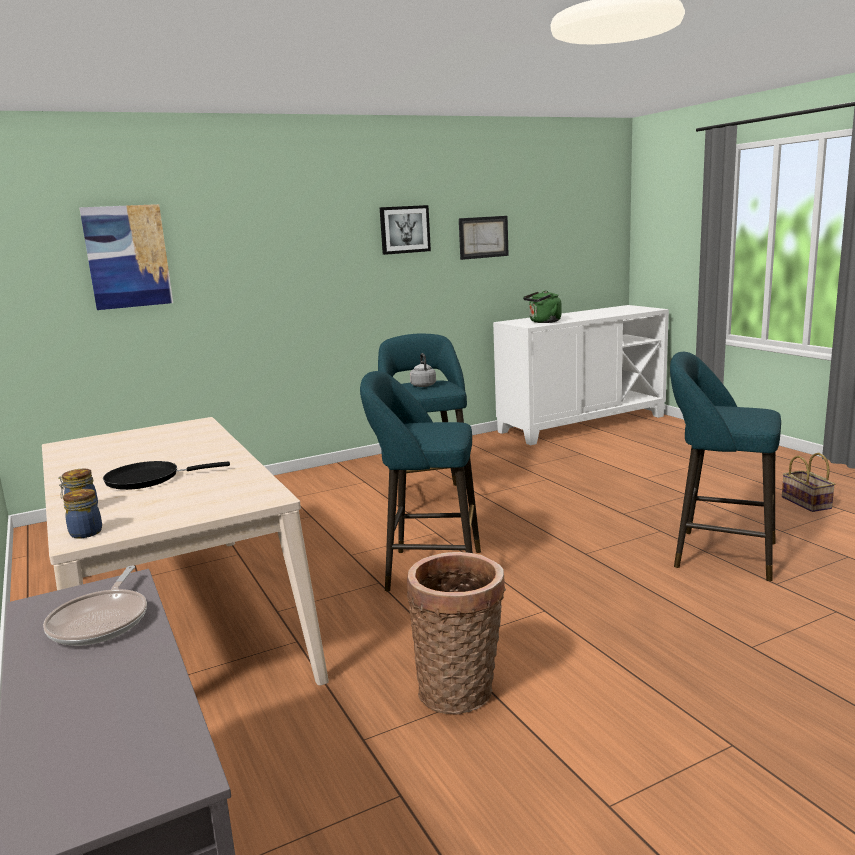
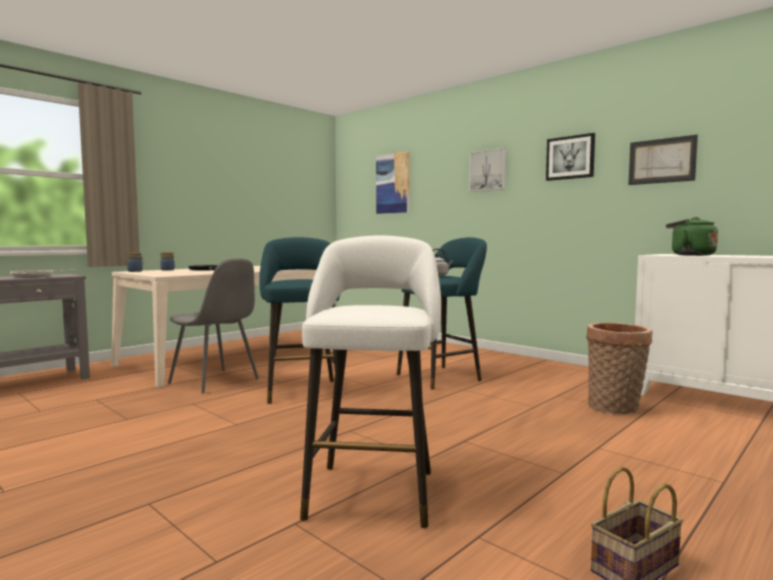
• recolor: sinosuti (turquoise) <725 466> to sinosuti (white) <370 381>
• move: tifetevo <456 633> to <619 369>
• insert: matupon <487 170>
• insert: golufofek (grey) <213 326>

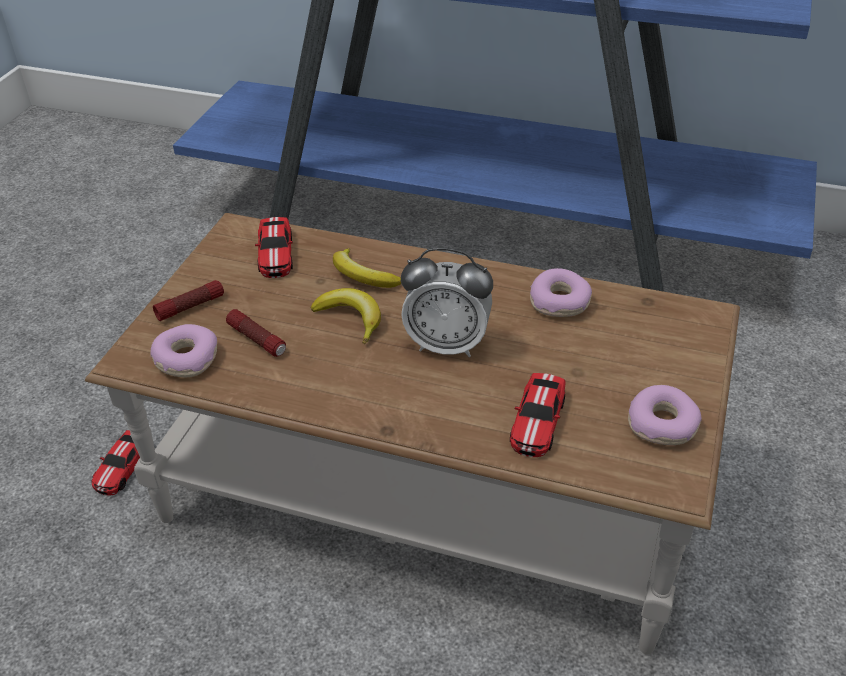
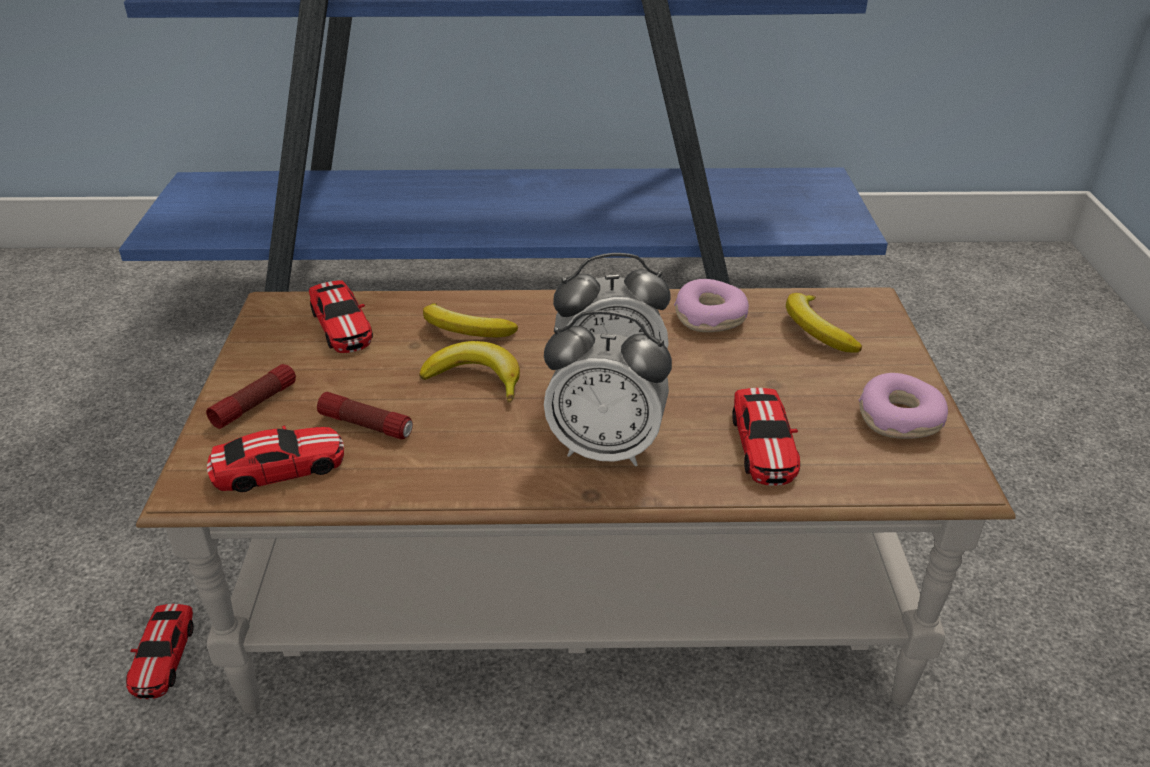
• replace: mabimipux <183 351> to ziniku <275 458>
• insert: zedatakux <824 323>
• insert: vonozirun <608 388>

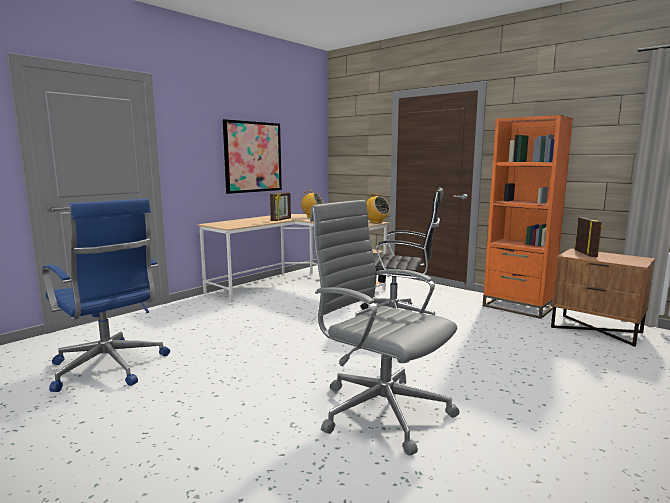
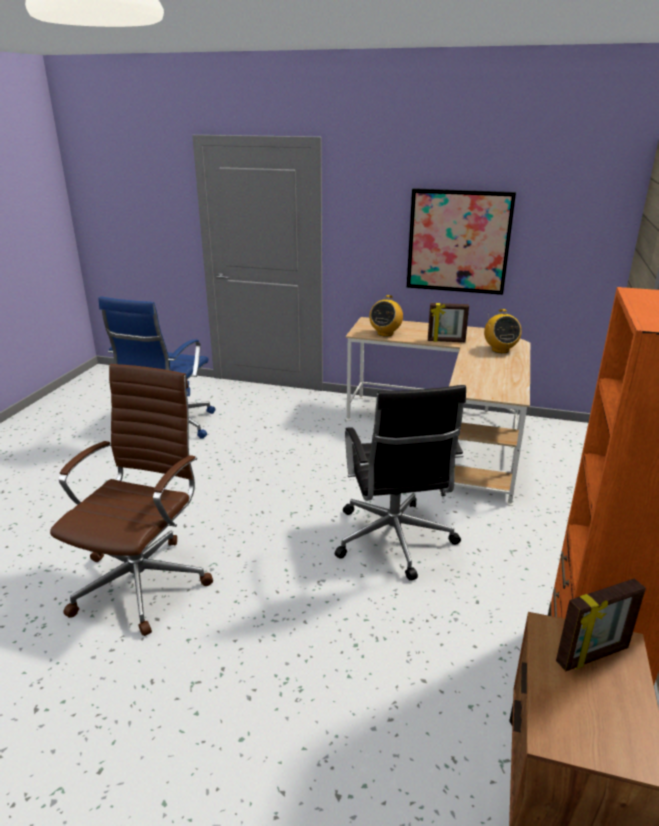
• move: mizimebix <378 208> to <386 315>
• recolor: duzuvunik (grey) <384 327> to duzuvunik (brown) <131 500>

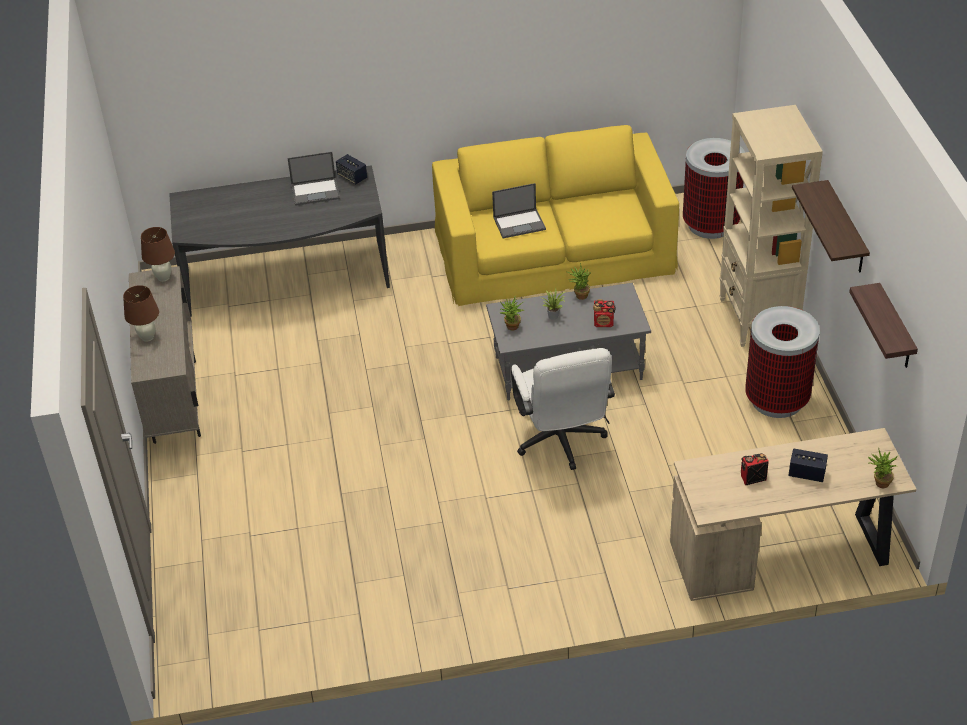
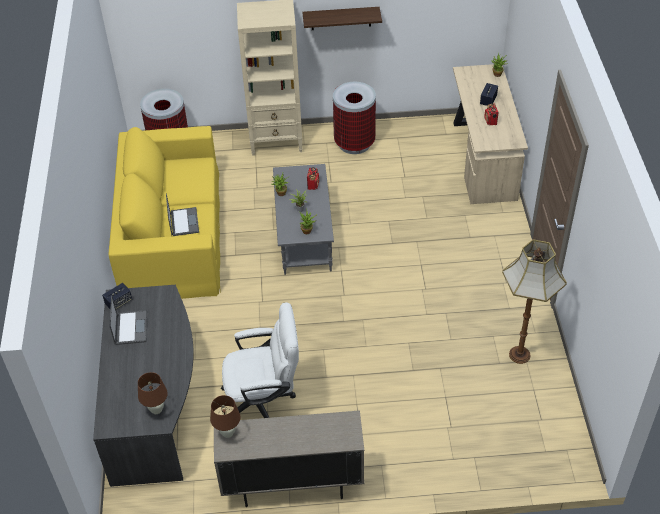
• delete: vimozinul <883 325>
• move: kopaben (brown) <141 313> to <153 393>
• move: duzuvunik (white) <563 409> to <260 360>
• insert: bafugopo <534 302>

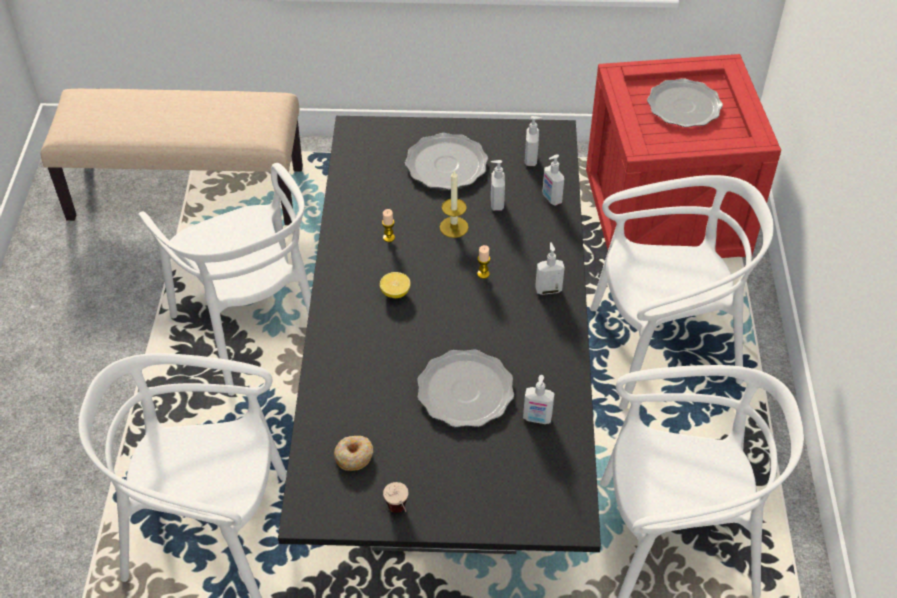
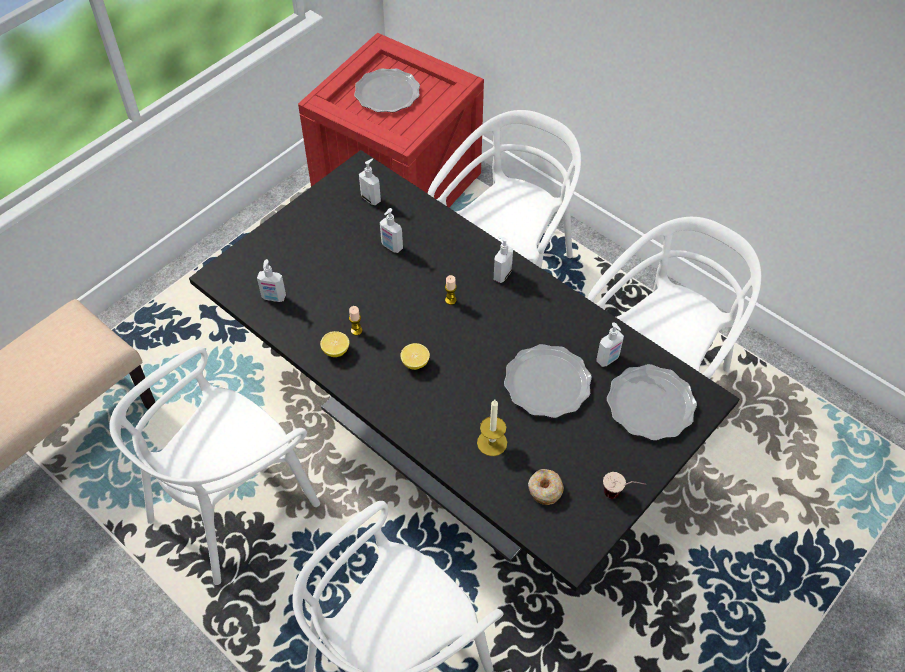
• move: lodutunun <446 161> to <652 402>
• move: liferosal <553 179> to <271 280>
• rotate: golufofek (white) <224 279> = <214 466> 120 degrees clockwise
• move: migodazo <454 204> to <492 427>
• insert: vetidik <335 344>

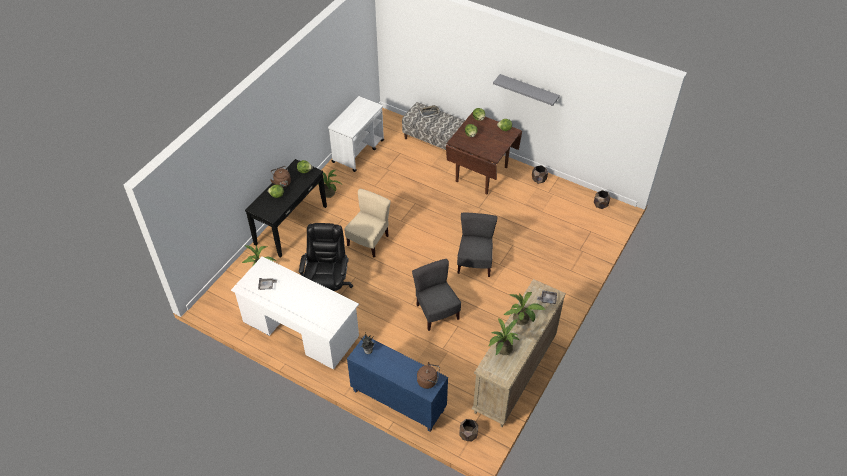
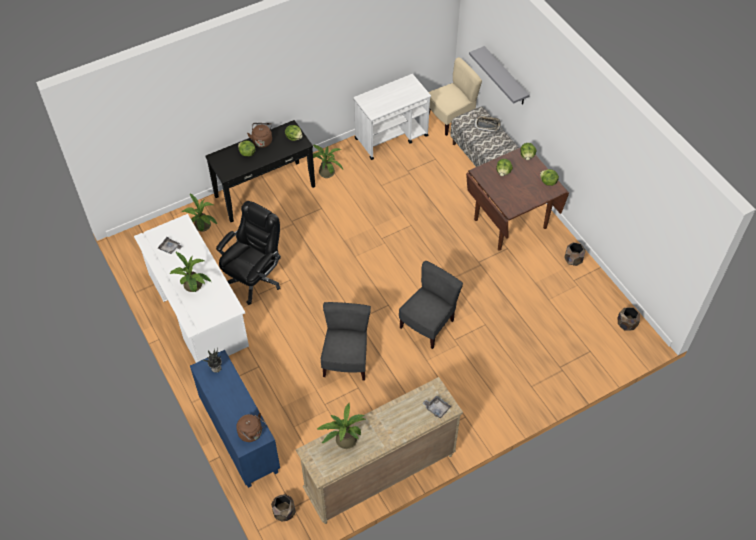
• move: vimozinul (grey) <526 90> to <499 75>
• move: golufofek (beige) <367 223> to <455 96>
• move: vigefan <524 308> to <190 272>

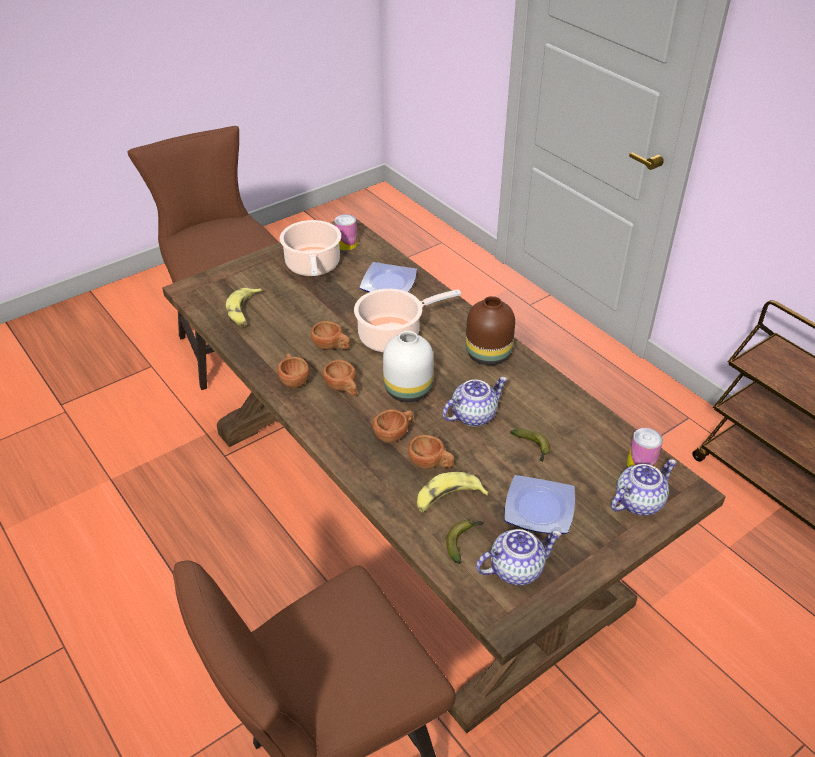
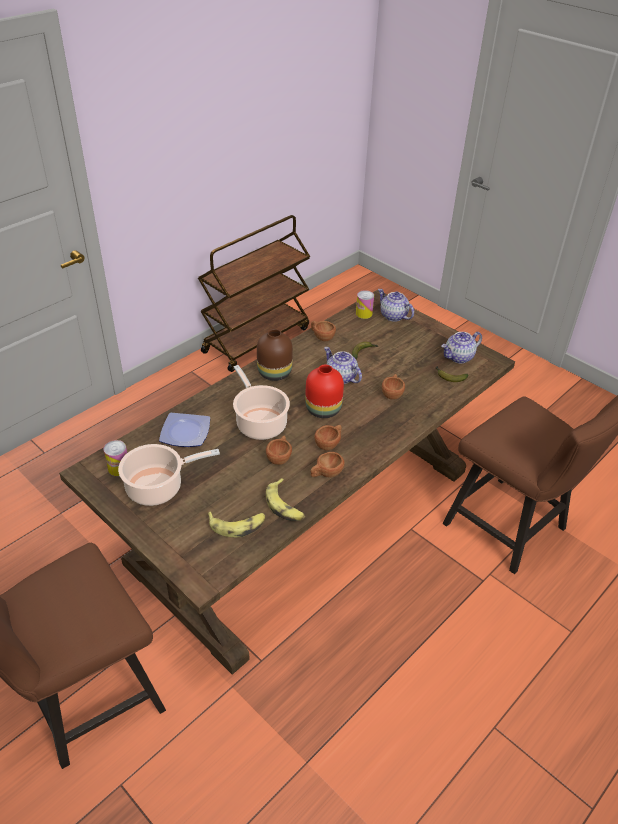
• recolor: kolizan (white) <408 366> to kolizan (red) <324 391>
• move: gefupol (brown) <393 426> to <323 331>
• move: zedatakux <453 492> to <285 499>
• delete: lodutunun <540 504>
• rotate: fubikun <519 557> = <462 347> 90 degrees counterclockwise

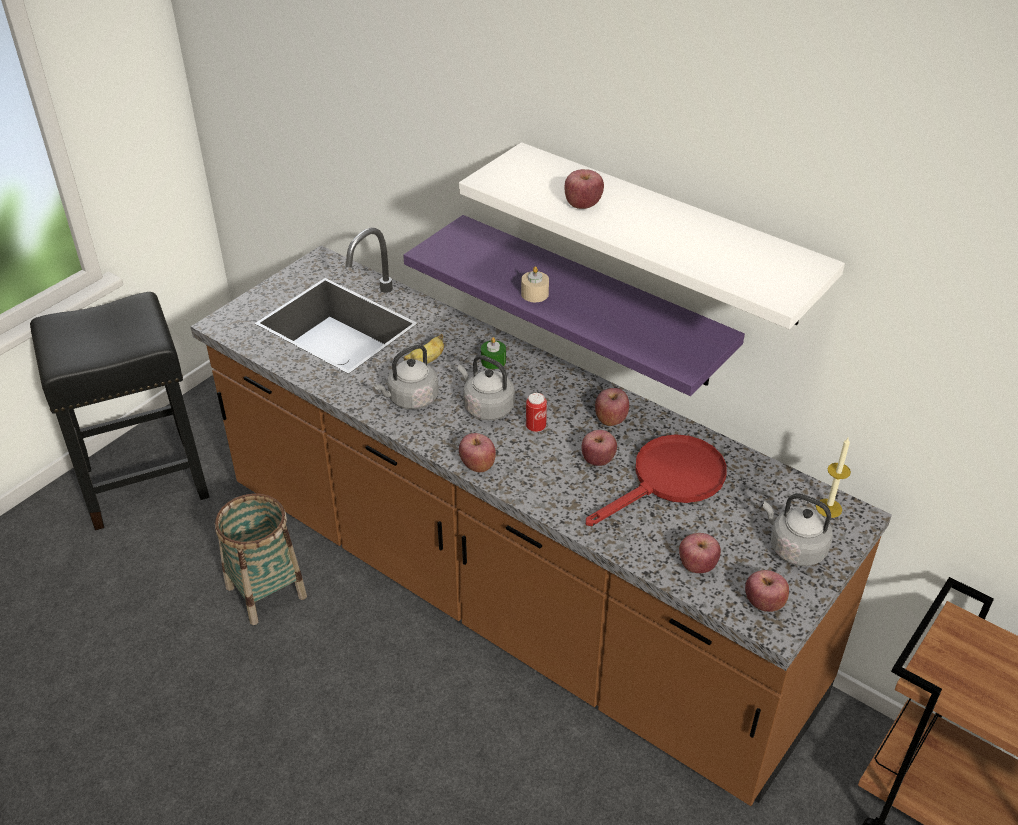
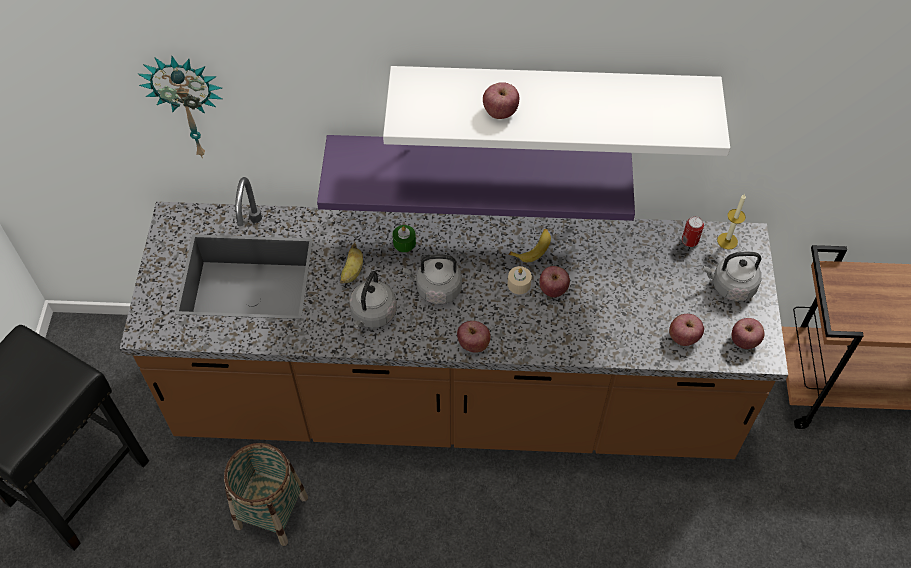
• move: migodazo (beige) <535 284> to <520 280>
• replace: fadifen <612 407> to zedatakux <529 245>
• move: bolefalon <536 412> to <693 231>
• delete: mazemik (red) <656 480>
• insert: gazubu <180 107>

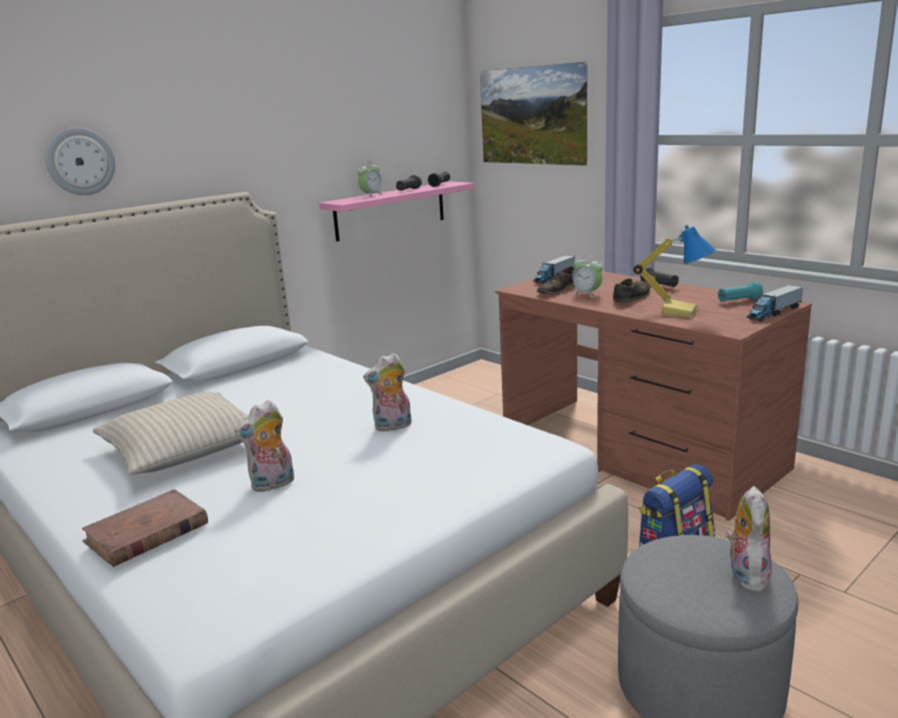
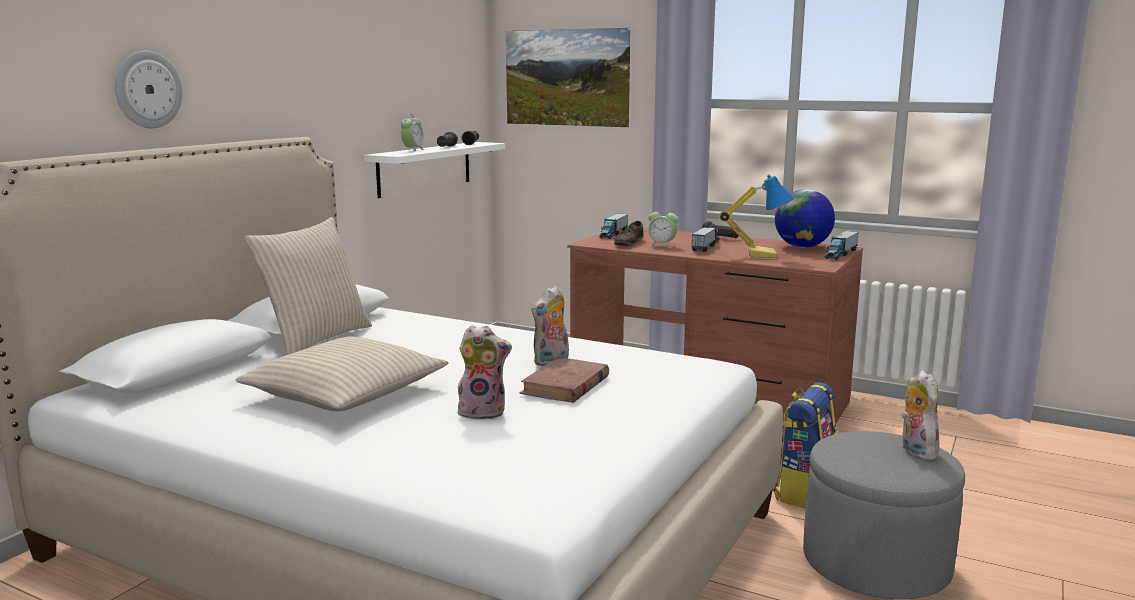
• recolor: vimozinul (pink) <396 211> to vimozinul (white) <434 170>
• replace: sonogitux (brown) <631 290> to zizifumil <706 238>
• replace: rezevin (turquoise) <740 291> to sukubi <805 218>
• rotate: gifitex <264 446> = <485 372> 120 degrees counterclockwise
• move: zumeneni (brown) <145 528> to <564 380>
• insert: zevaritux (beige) <308 286>

